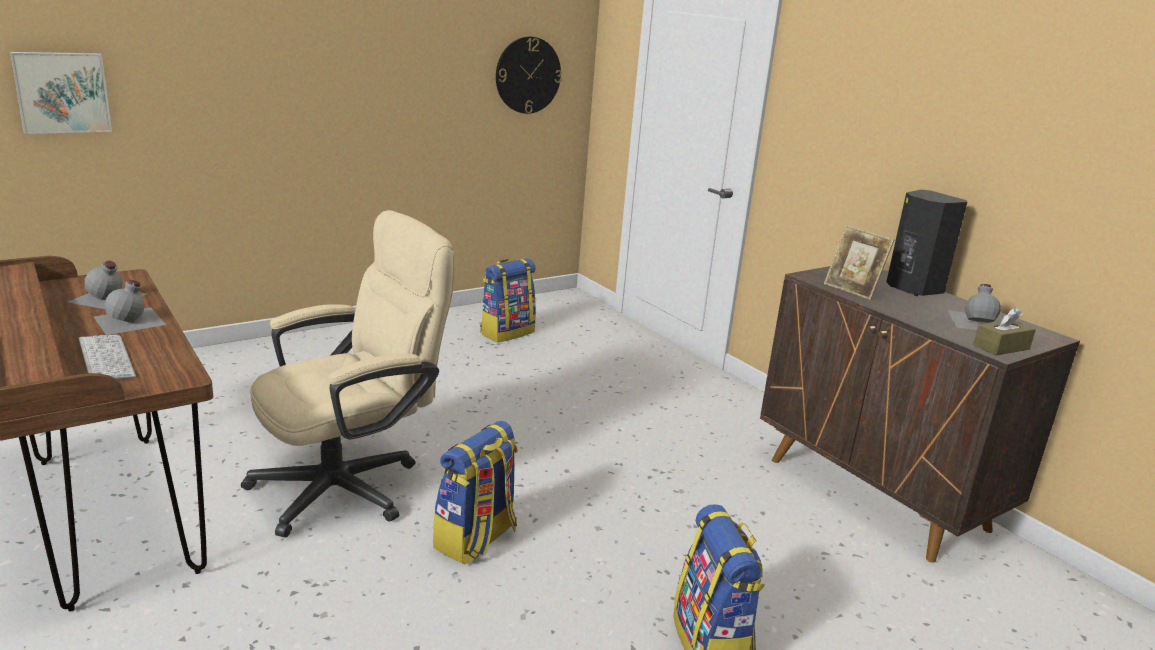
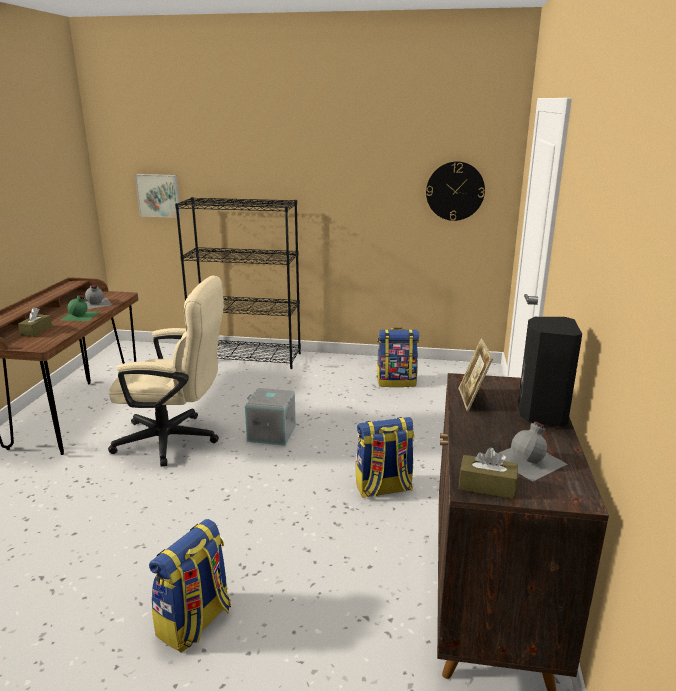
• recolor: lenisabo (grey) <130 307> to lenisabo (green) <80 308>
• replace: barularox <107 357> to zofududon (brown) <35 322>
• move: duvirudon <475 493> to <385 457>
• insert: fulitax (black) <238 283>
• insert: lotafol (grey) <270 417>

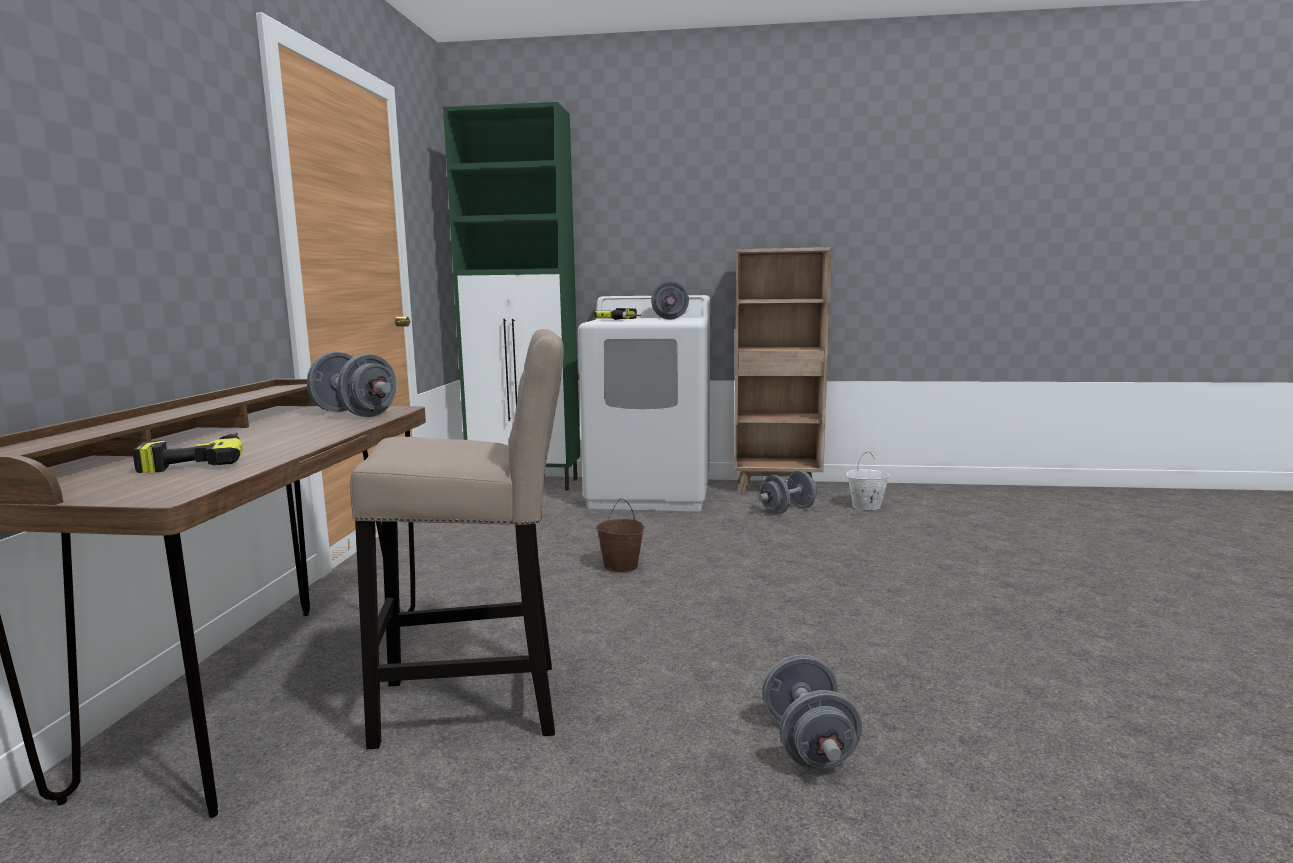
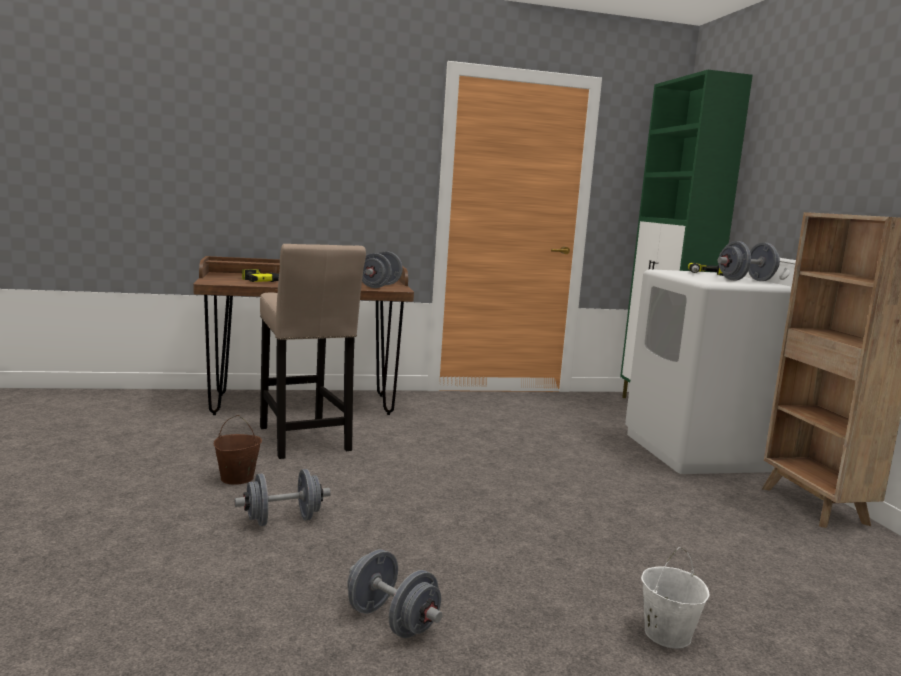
• move: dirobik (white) <868 480> to <675 598>
• move: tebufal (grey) <788 492> to <395 593>
• move: dirobik (brown) <620 535> to <238 450>

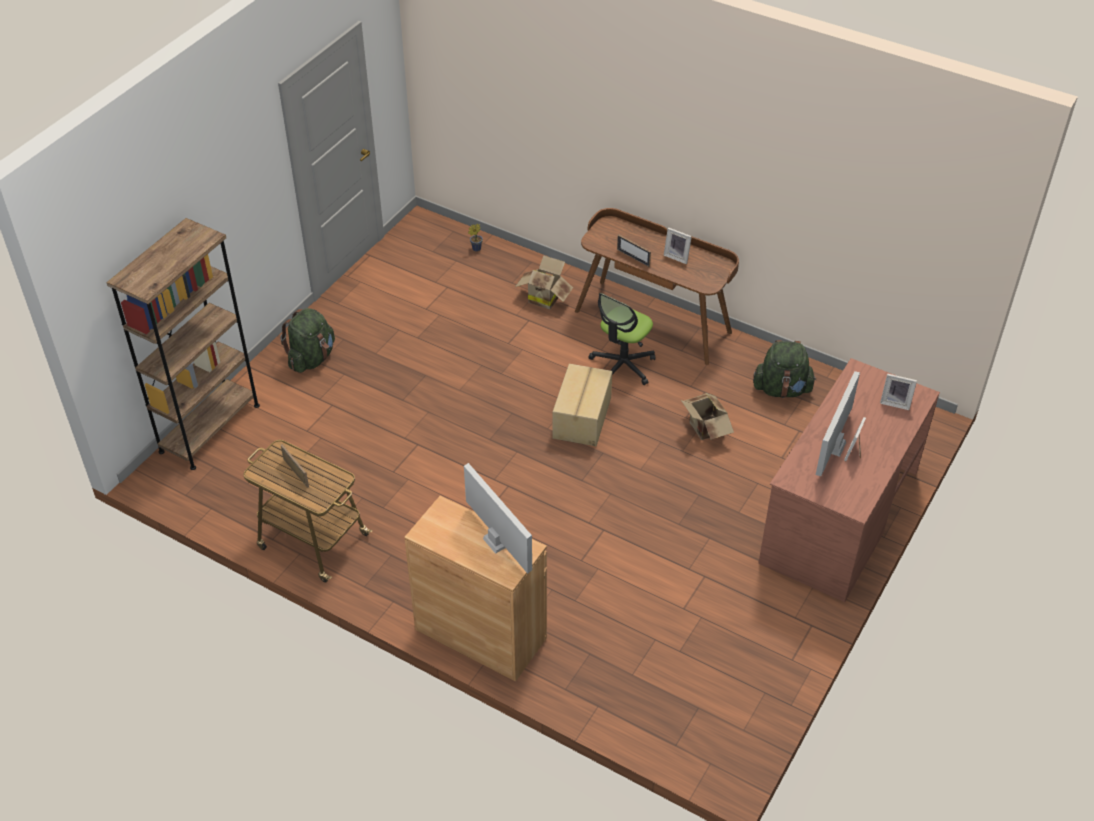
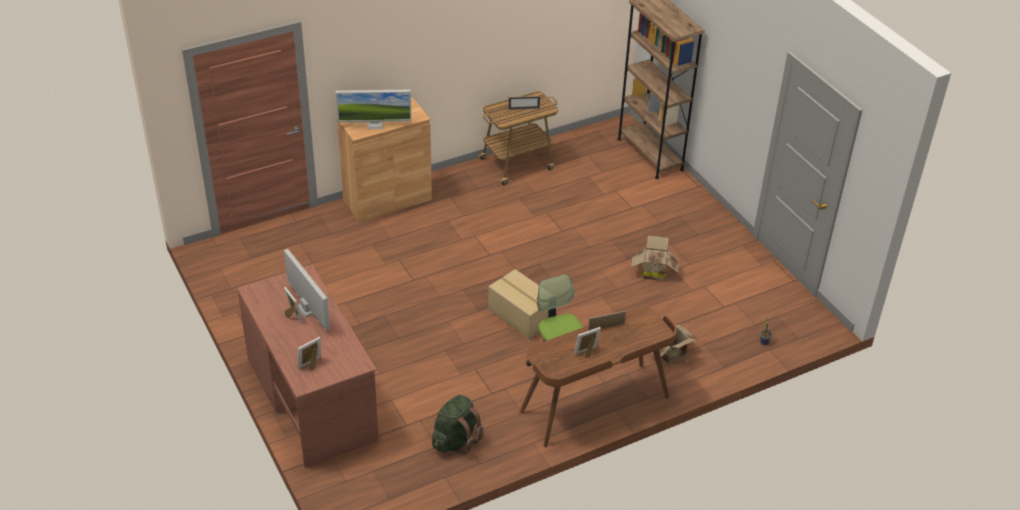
• delete: duvirudon (green) <307 340>
• move: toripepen <707 416> to <655 258>

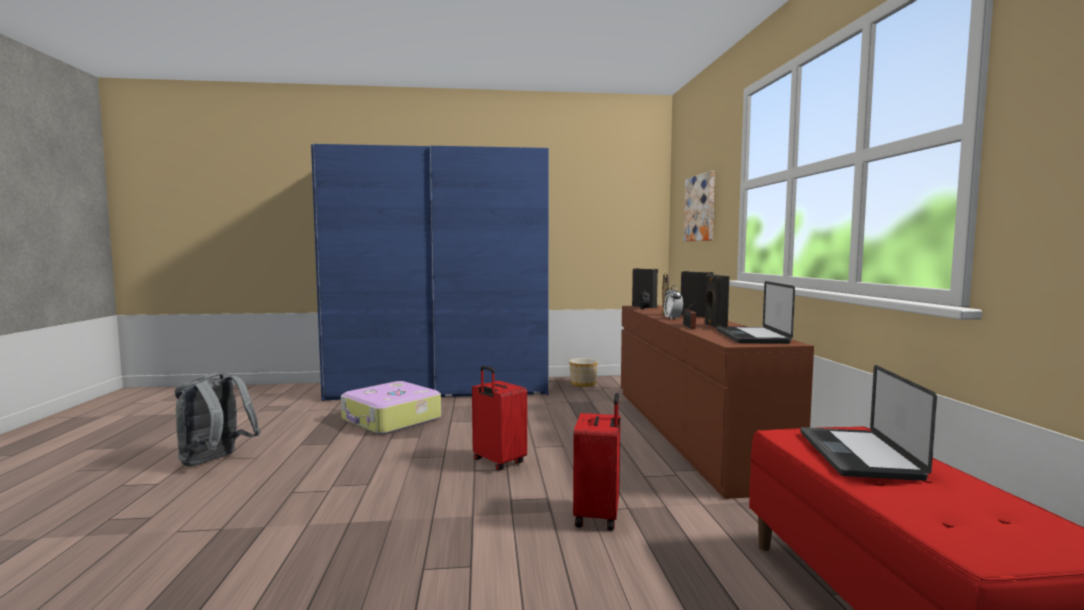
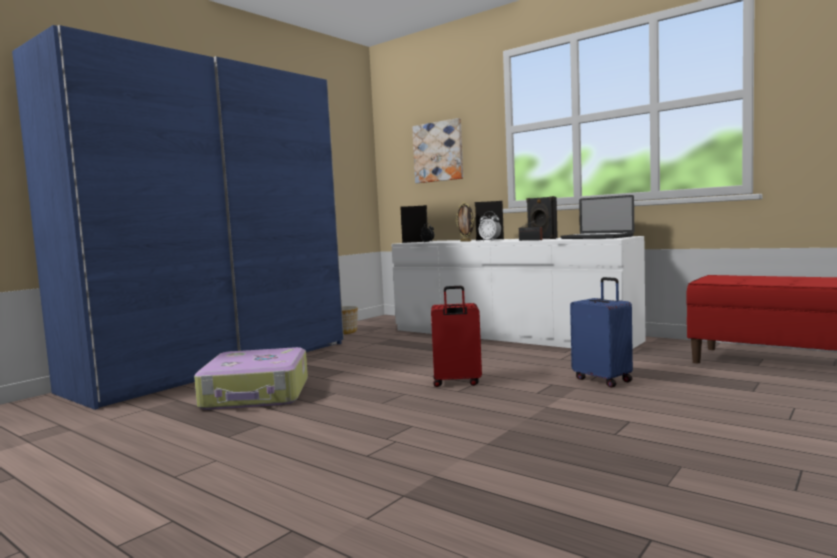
• recolor: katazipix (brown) <717 402> to katazipix (white) <518 292>
• delete: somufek <868 423>
• delete: duvirudon (grey) <218 419>
• recolor: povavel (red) <596 462> to povavel (blue) <601 332>

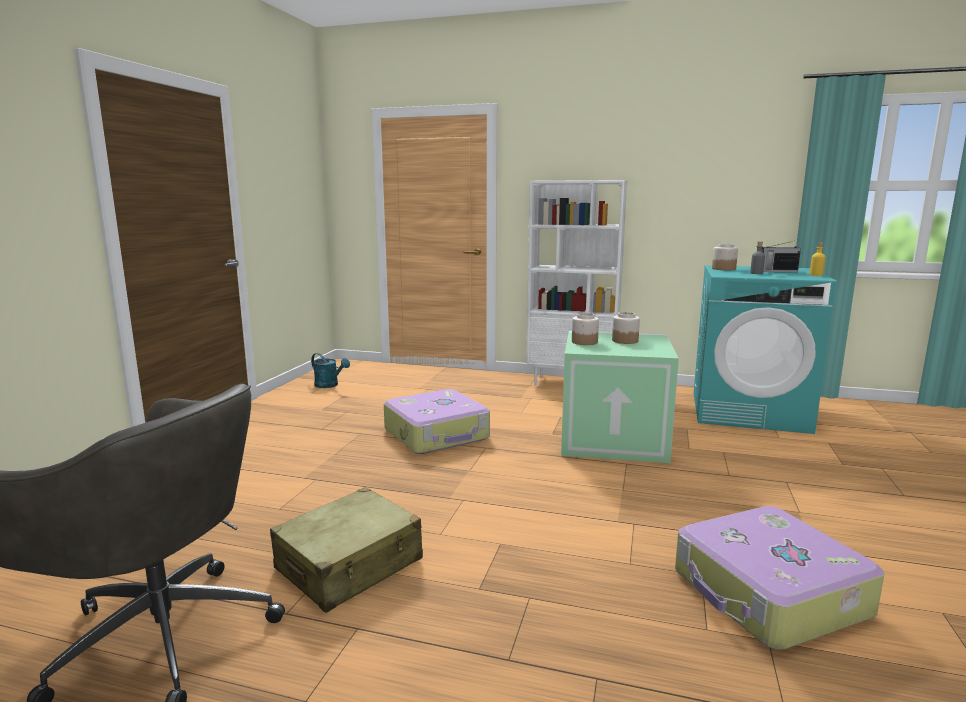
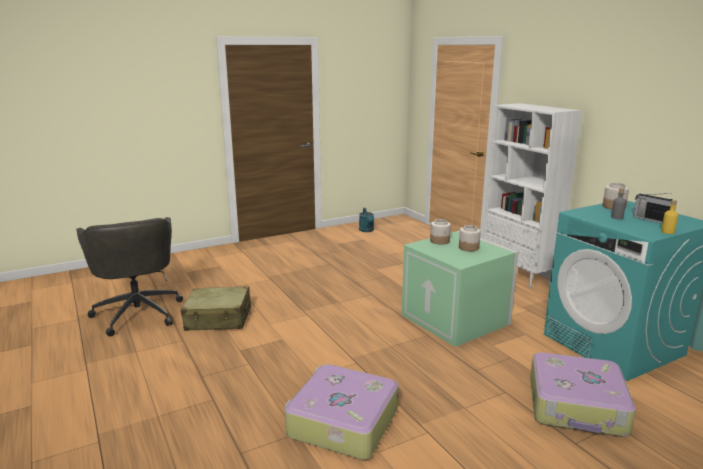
• move: povavel <437 421> to <583 395>

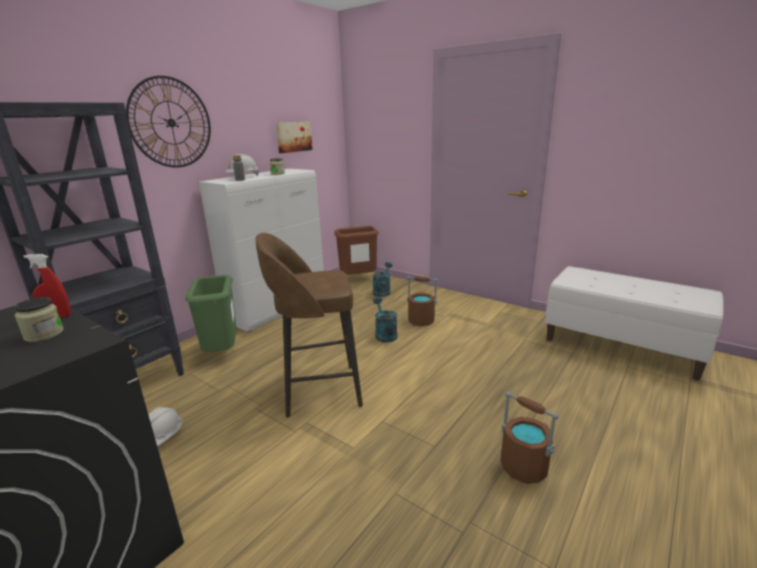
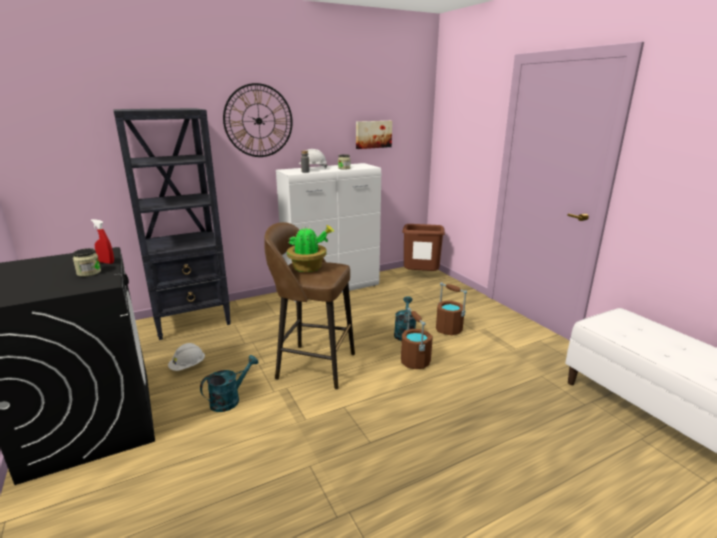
• move: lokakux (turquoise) <382 279> to <229 383>
• delete: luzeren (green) <210 313>
• move: dirobik (brown) <530 438> to <417 338>
• insert: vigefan <310 248>

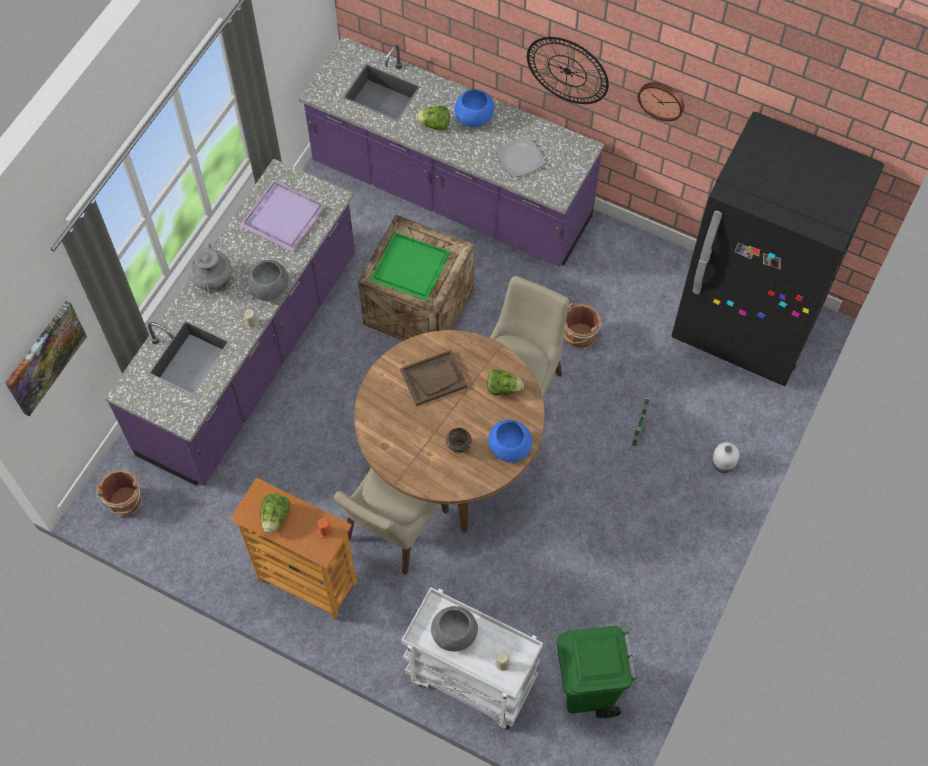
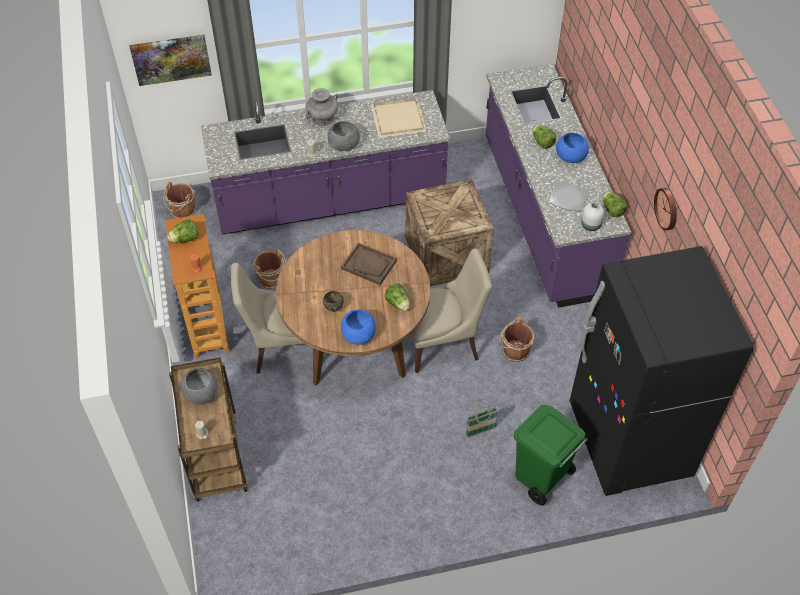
• delete: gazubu <568 70>
• recolor: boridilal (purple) <283 216> to boridilal (beige) <399 118>
• delete: boridilal (green) <410 266>
• move: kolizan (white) <725 457> to <592 217>
• recolor: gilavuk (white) <472 658> to gilavuk (brown) <208 429>
• move: luzeren (green) <596 672> to <551 455>
• insert: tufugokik <615 204>
• insert: dirobik (brown) <269 269>

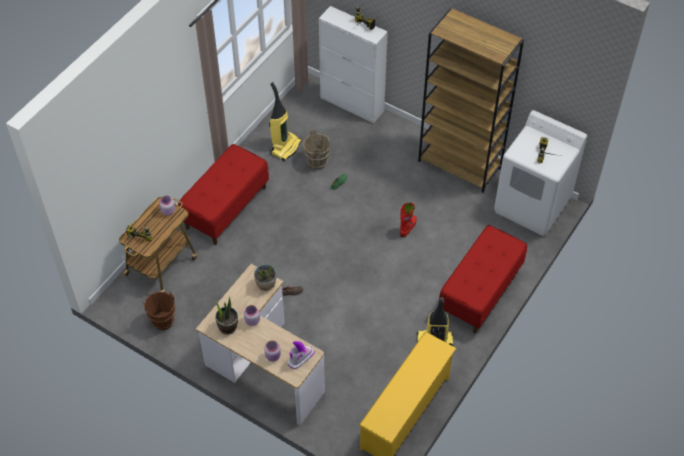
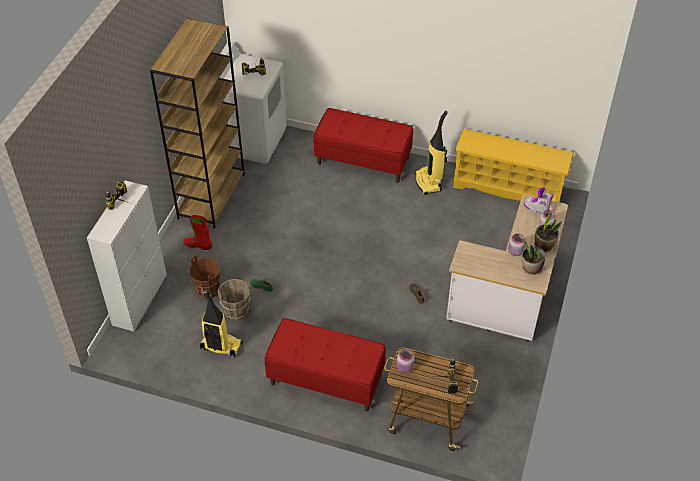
• move: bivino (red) <408 220> to <197 232>
• move: vigefan <265 278> to <548 230>
• move: dirobik (brown) <159 311> to <205 277>

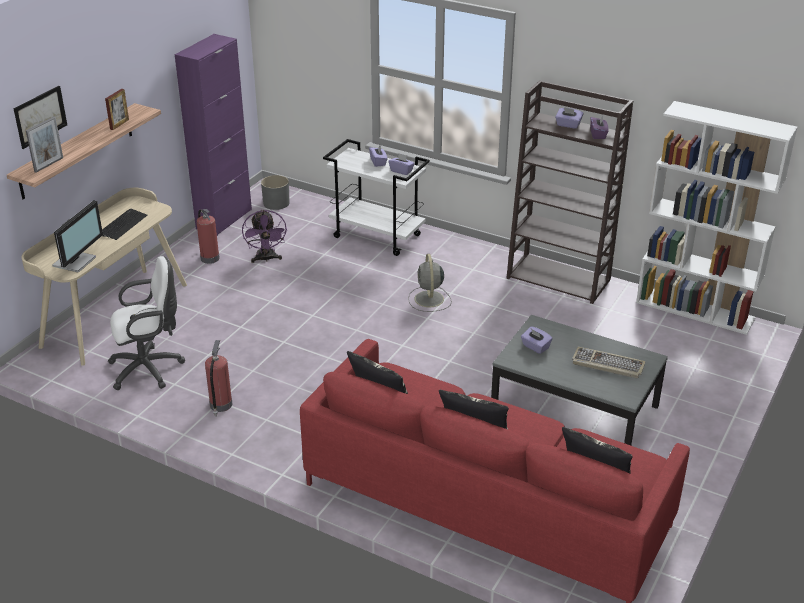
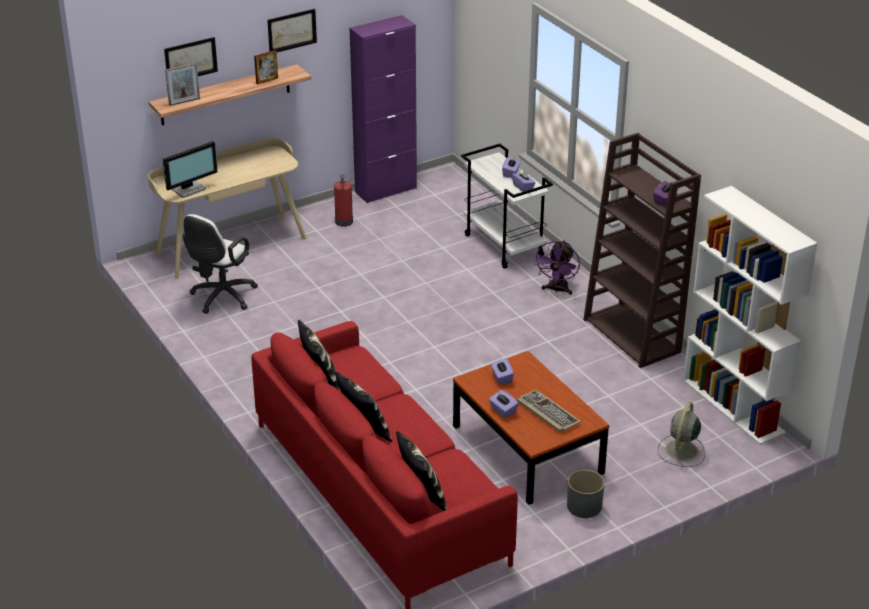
• move: zofududon (purple) <569 118> to <503 404>
• move: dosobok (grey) <275 192> to <586 494>
• delete: barularox <124 224>
• move: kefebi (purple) <264 236> to <557 267>
• move: kefebi (grey) <430 283> to <681 434>
• rotate: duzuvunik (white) <146 323> = <220 264> 105 degrees clockwise
• recolor: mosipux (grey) <579 380> to mosipux (brown) <531 428>
• delete: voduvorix <218 378>
• insert: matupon <292 30>

